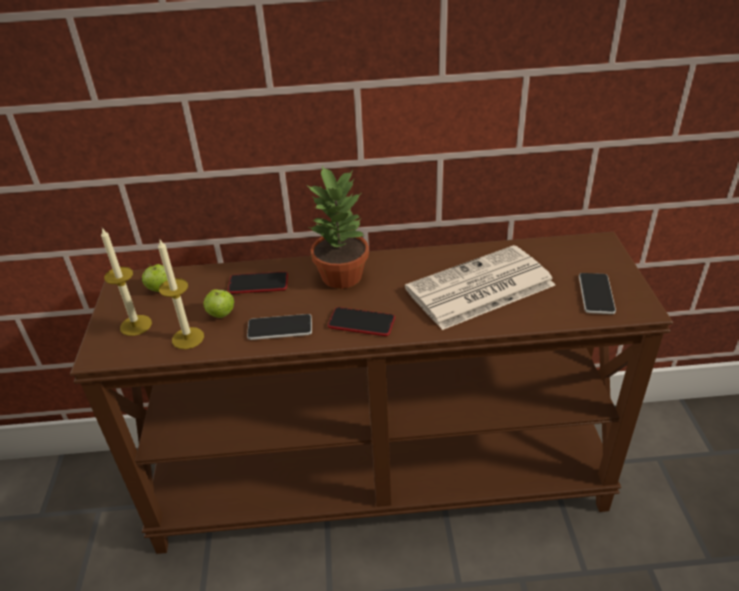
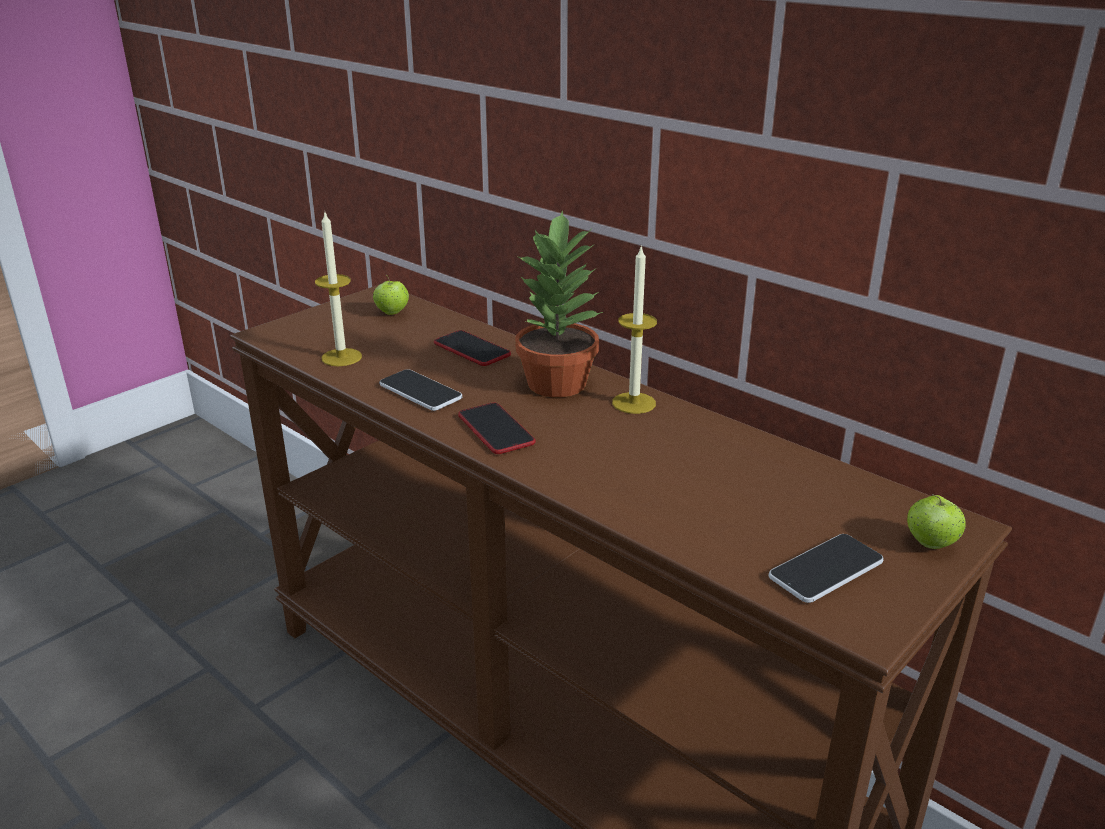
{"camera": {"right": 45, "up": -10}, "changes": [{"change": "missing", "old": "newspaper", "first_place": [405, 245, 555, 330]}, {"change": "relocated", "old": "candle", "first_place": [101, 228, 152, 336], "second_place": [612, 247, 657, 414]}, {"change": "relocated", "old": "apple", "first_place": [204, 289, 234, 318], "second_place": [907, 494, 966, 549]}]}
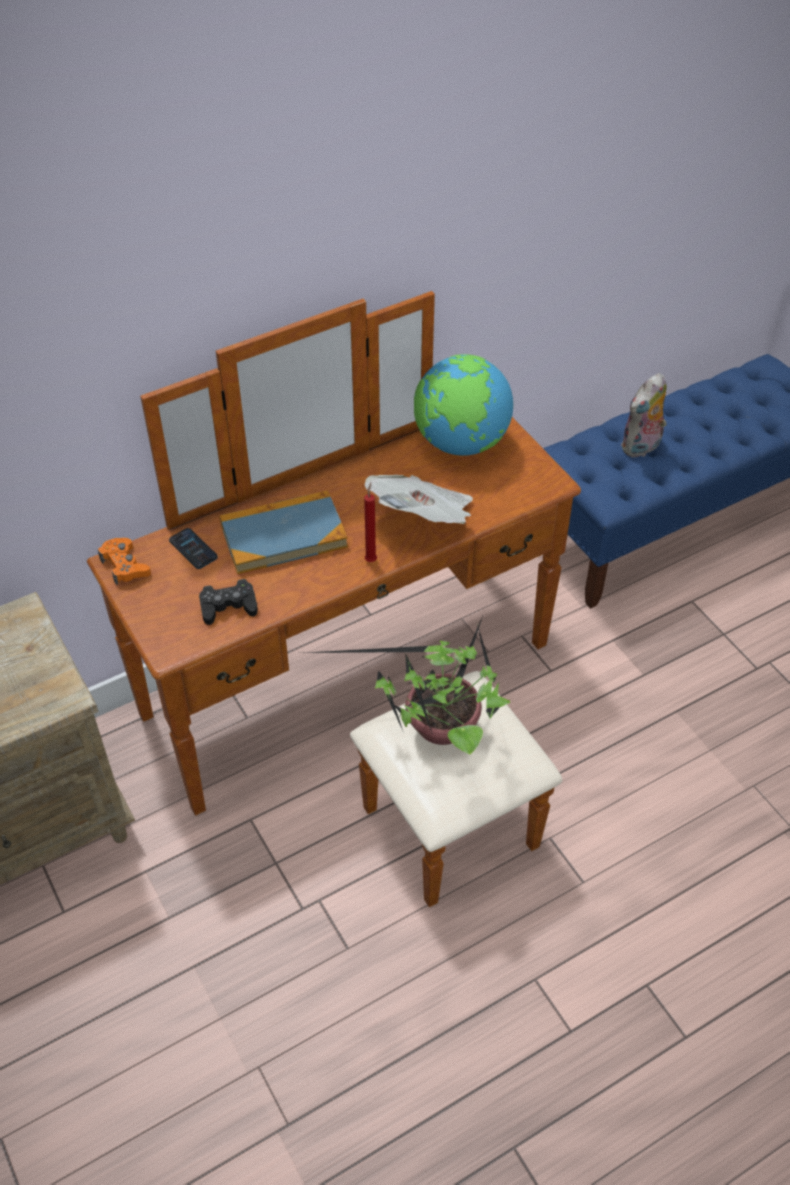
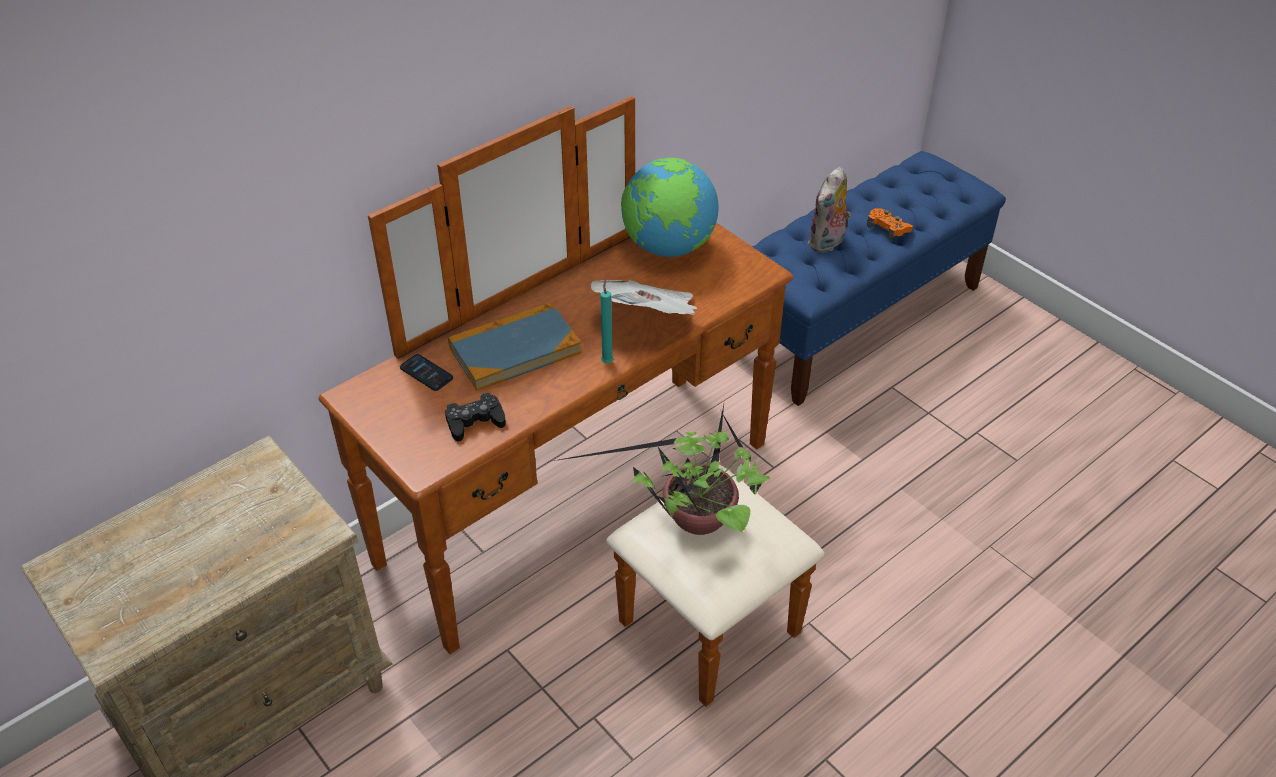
{"camera": {"right": -10, "up": -5}, "changes": [{"change": "relocated", "old": "orange game controller", "first_place": [98, 538, 151, 585], "second_place": [867, 208, 913, 241]}, {"change": "colour", "old": "red candle", "new": "turquoise candle", "first_place": [364, 482, 377, 562], "second_place": [600, 279, 613, 363]}]}
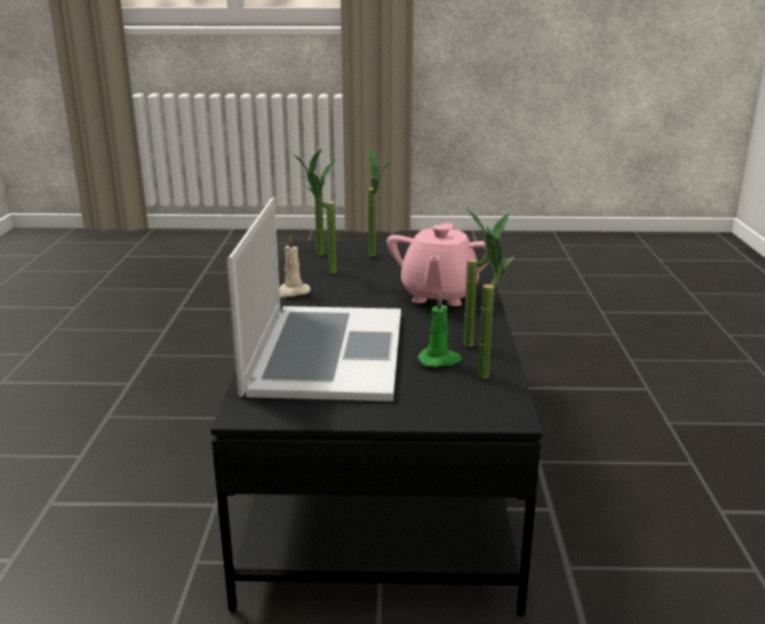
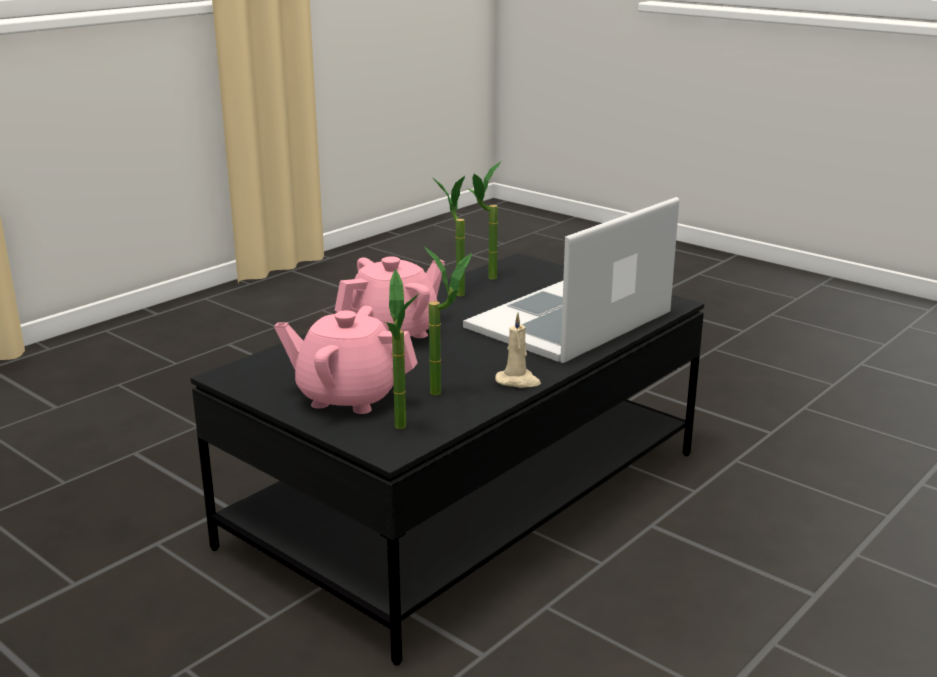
{"camera": {"right": -140, "up": 0}, "changes": [{"change": "missing", "old": "green candle", "first_place": [417, 293, 462, 367]}, {"change": "exchanged", "old": "potted plant", "new": "pink teapot", "first_place": [368, 147, 394, 256], "second_place": [274, 306, 418, 414]}]}
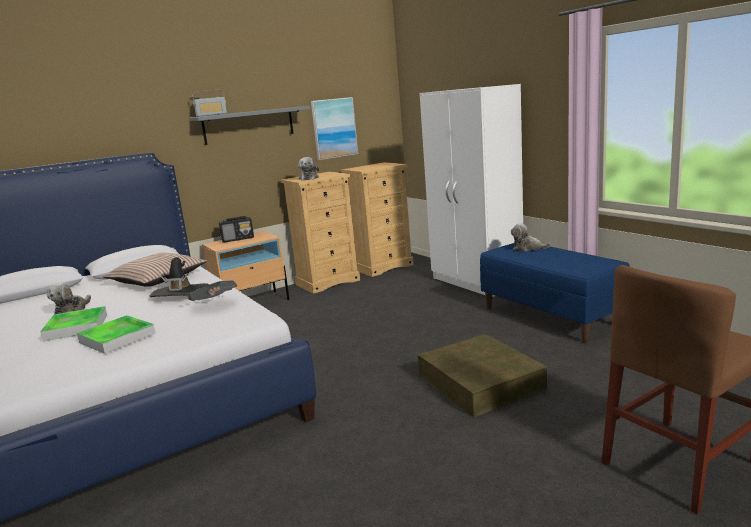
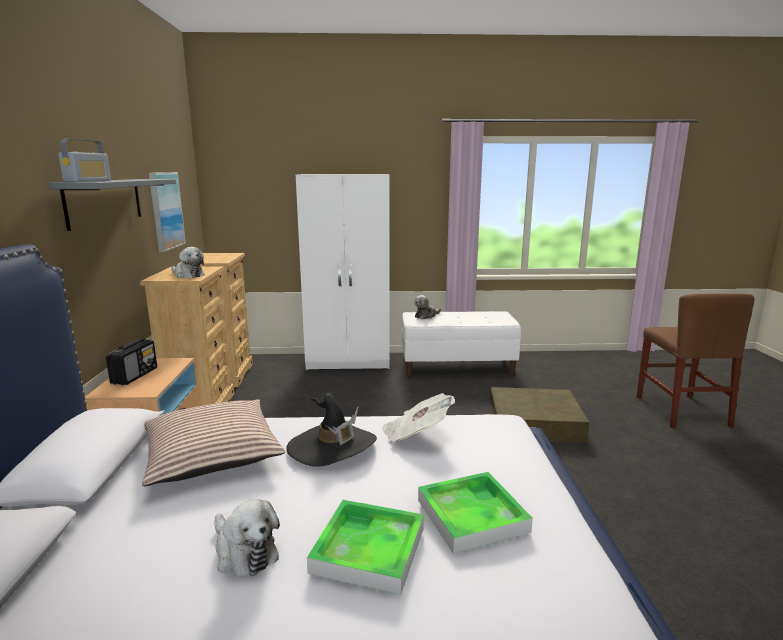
{"camera": {"right": -60, "up": 0}, "changes": [{"change": "colour", "old": "blue bench", "new": "white bench", "first_place": [480, 243, 630, 343], "second_place": [402, 311, 521, 377]}]}
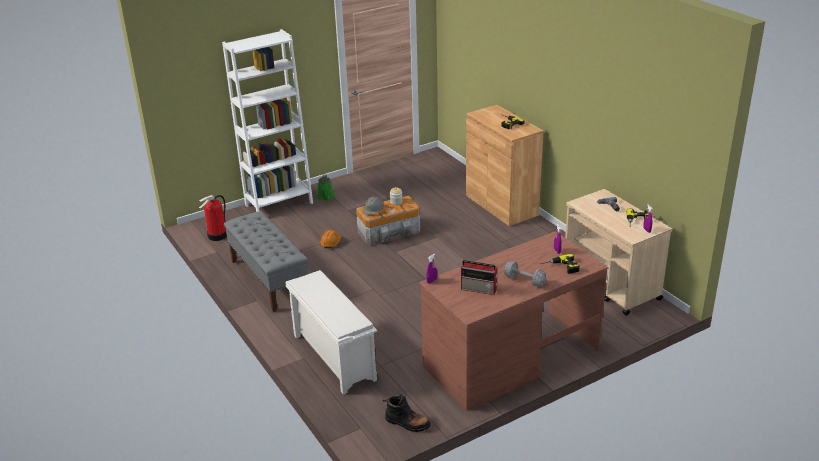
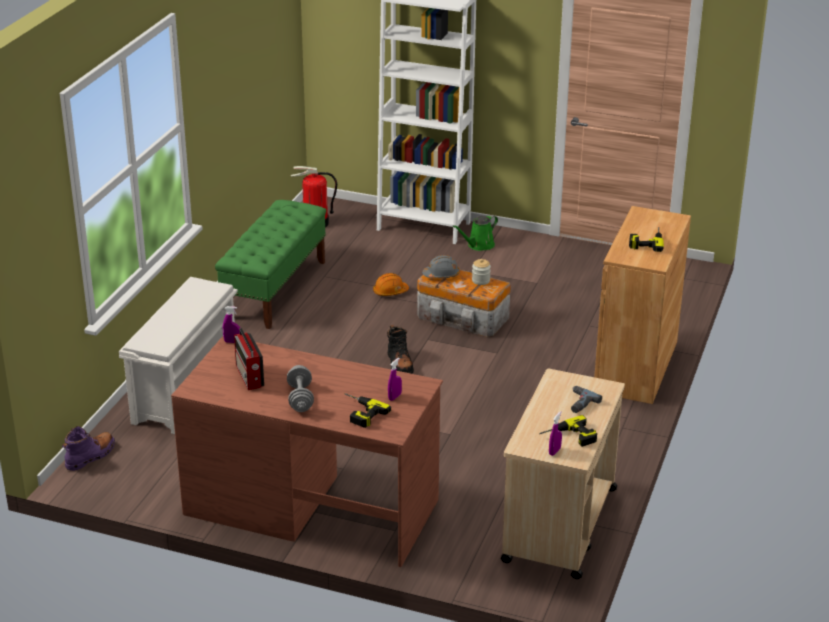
{"camera": {"right": 50, "up": 0}, "changes": [{"change": "appeared", "new": "purple boot", "second_place": [62, 426, 115, 471]}, {"change": "relocated", "old": "black boot", "first_place": [383, 395, 431, 432], "second_place": [387, 325, 414, 374]}, {"change": "colour", "old": "grey bench", "new": "green bench", "first_place": [224, 211, 308, 312], "second_place": [215, 200, 326, 329]}]}
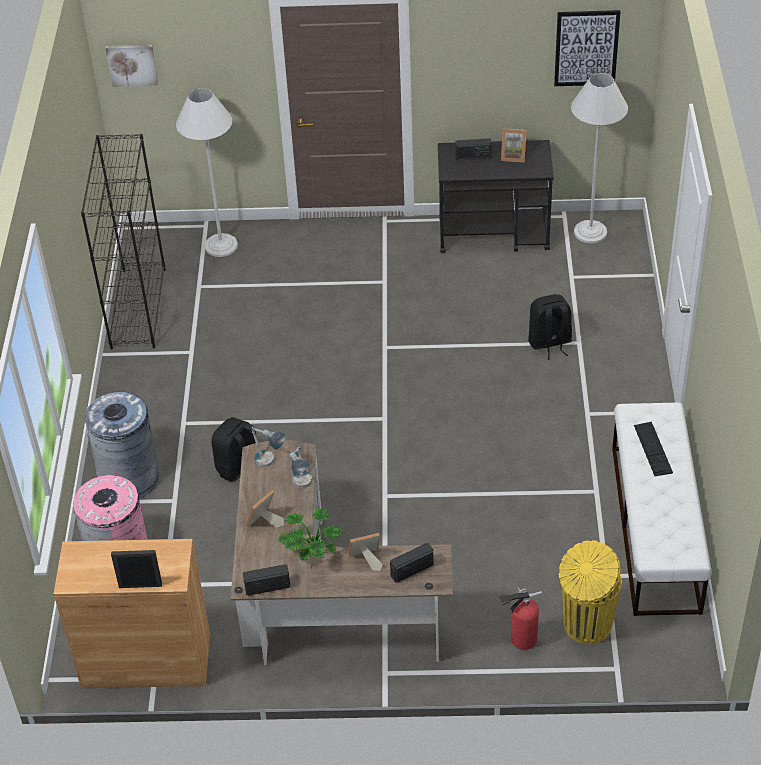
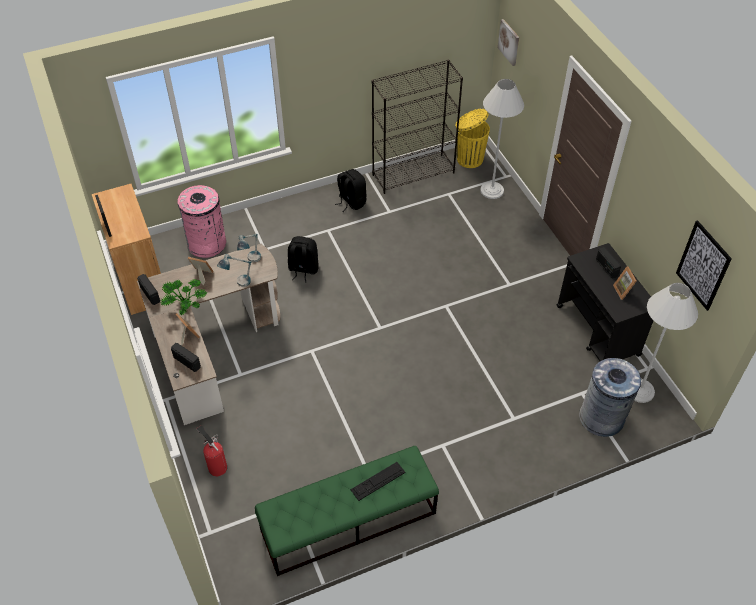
{"camera": {"right": 65, "up": 5}, "changes": [{"change": "relocated", "old": "grey trash can", "first_place": [85, 392, 158, 499], "second_place": [579, 358, 641, 437]}, {"change": "relocated", "old": "black backpack", "first_place": [528, 294, 572, 360], "second_place": [335, 169, 367, 212]}, {"change": "relocated", "old": "yellow trash can", "first_place": [559, 540, 622, 644], "second_place": [455, 109, 490, 168]}, {"change": "colour", "old": "white bench", "new": "green bench", "first_place": [612, 403, 712, 616], "second_place": [255, 446, 439, 576]}]}
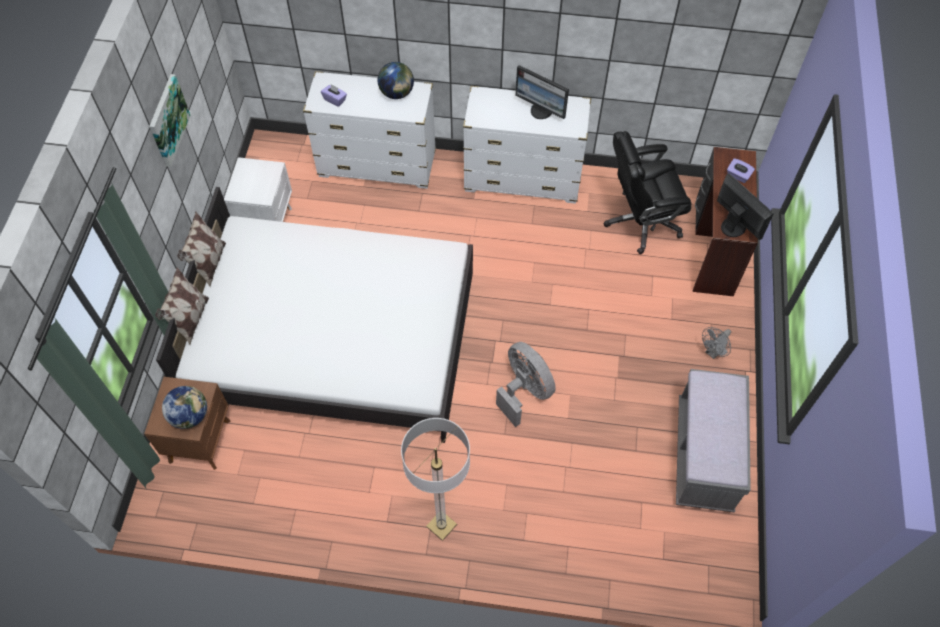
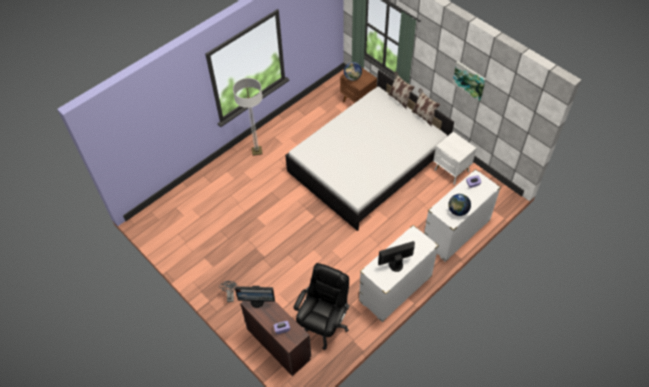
{"camera": {"right": 130, "up": -5}, "changes": [{"change": "missing", "old": "grey fan", "first_place": [496, 342, 556, 427]}, {"change": "missing", "old": "grey bench", "first_place": [676, 369, 751, 513]}]}
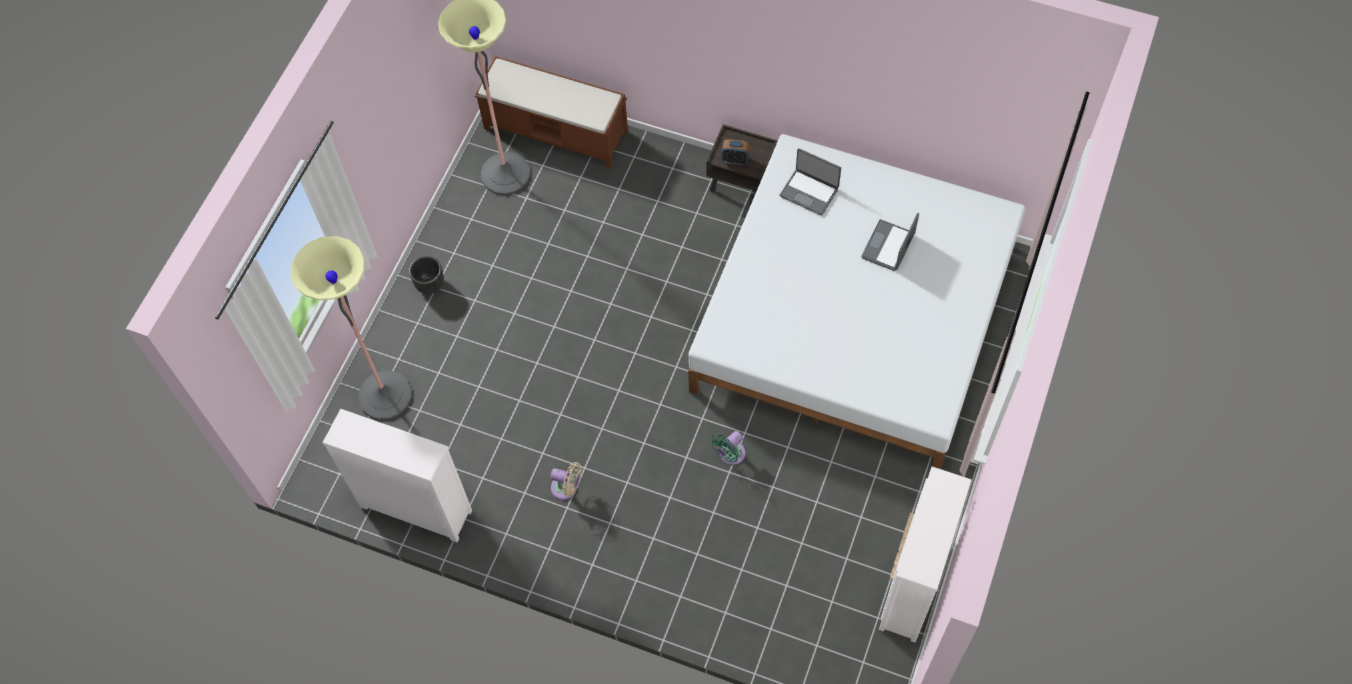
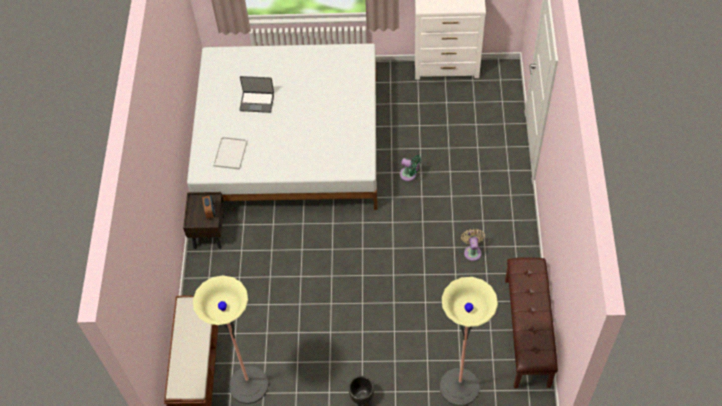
{"camera": {"right": -110, "up": -5}, "changes": [{"change": "exchanged", "old": "white dresser", "new": "brown bench", "first_place": [323, 409, 472, 542], "second_place": [505, 258, 558, 388]}, {"change": "exchanged", "old": "laptop", "new": "white tray", "first_place": [780, 148, 841, 216], "second_place": [213, 137, 247, 169]}]}
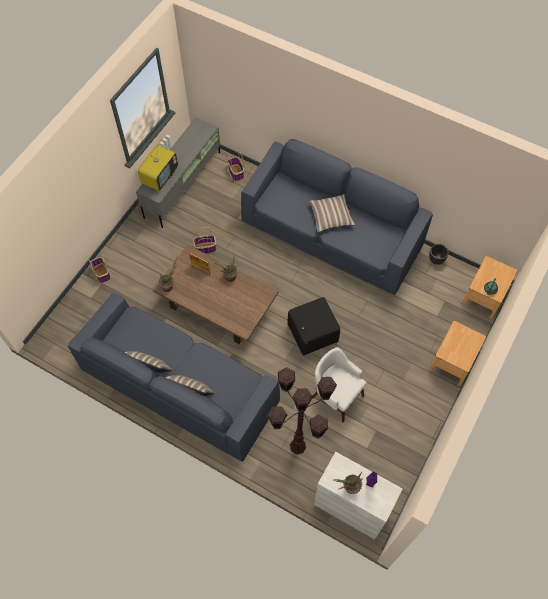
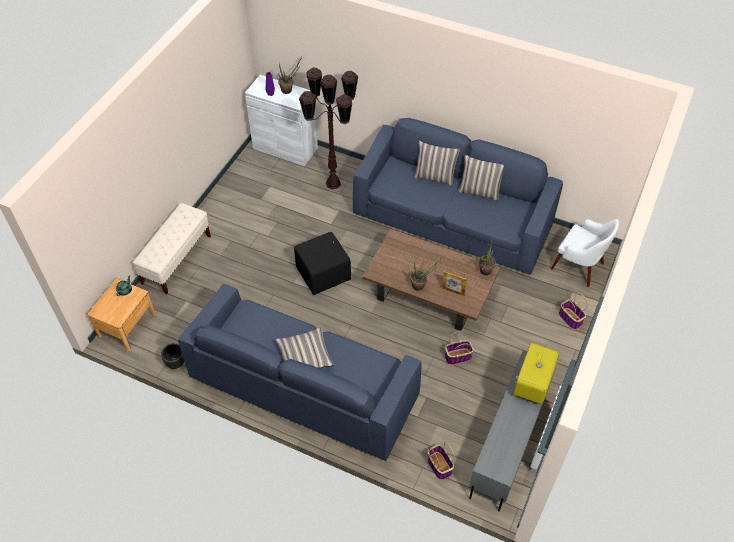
{"camera": {"right": 175, "up": -10}, "changes": [{"change": "relocated", "old": "white armchair", "first_place": [312, 348, 367, 422], "second_place": [551, 219, 619, 287]}, {"change": "exchanged", "old": "brown nightstand", "new": "beige bench", "first_place": [429, 321, 486, 386], "second_place": [132, 203, 211, 294]}]}
